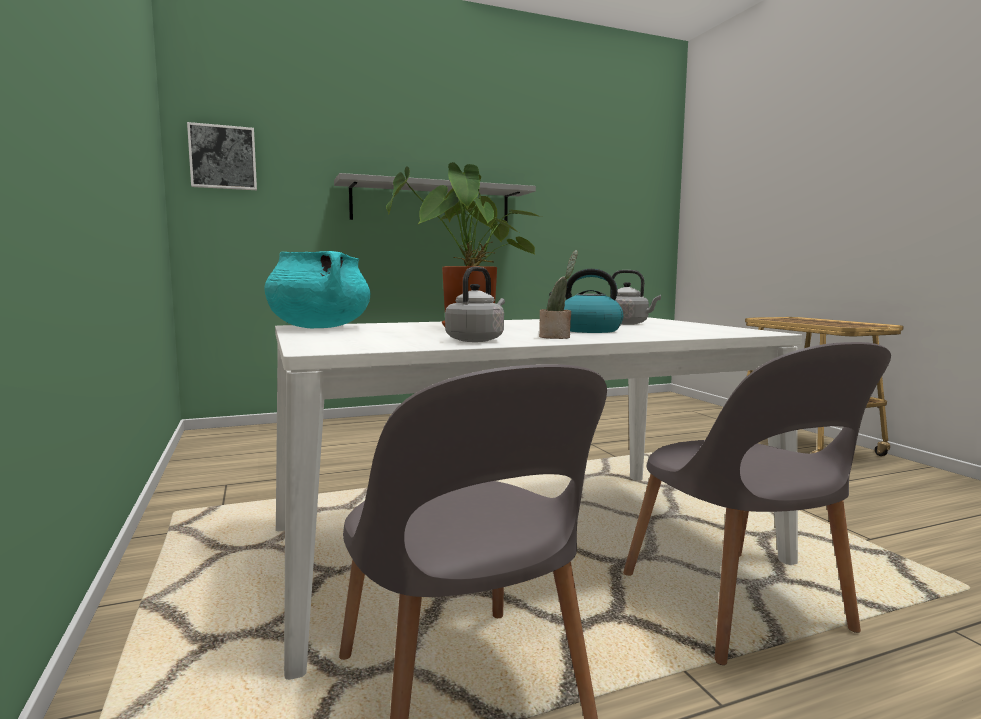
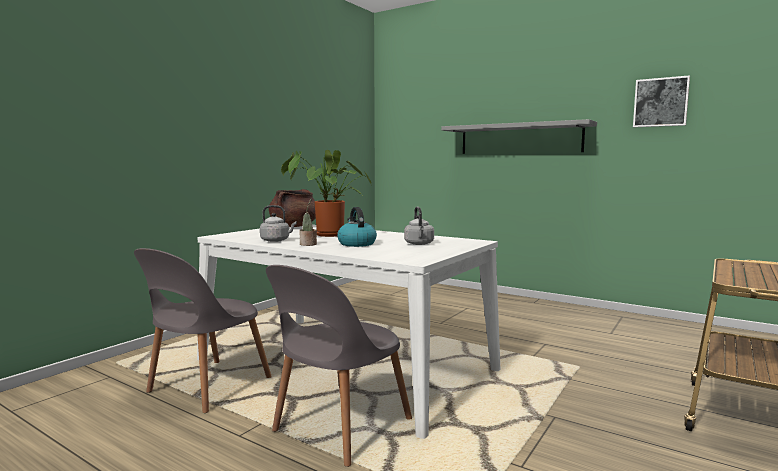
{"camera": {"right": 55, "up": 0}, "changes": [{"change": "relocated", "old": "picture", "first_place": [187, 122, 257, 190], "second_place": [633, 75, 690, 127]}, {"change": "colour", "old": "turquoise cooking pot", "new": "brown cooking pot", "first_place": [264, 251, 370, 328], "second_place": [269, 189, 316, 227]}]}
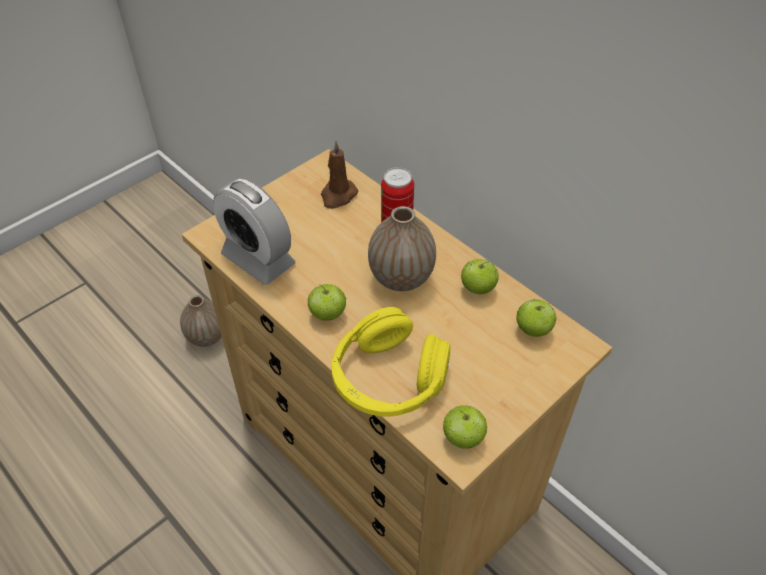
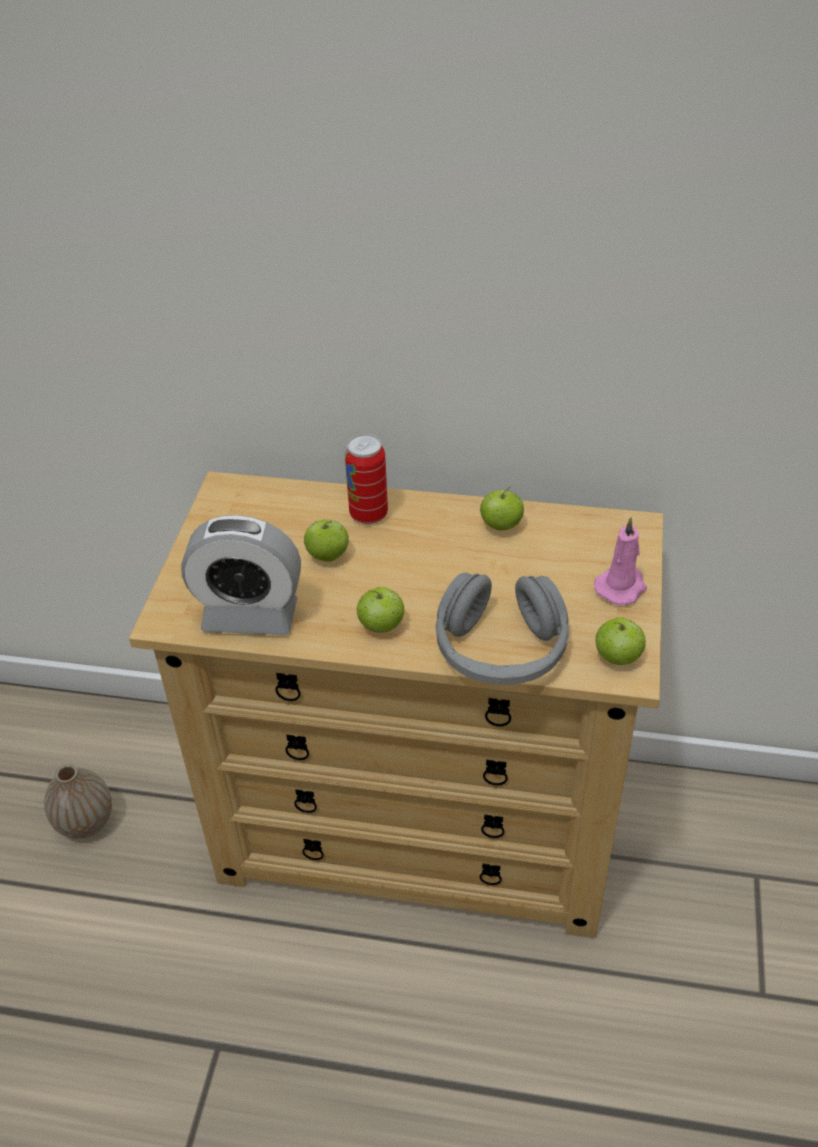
{"camera": {"right": -35, "up": -5}, "changes": [{"change": "missing", "old": "brown candle", "first_place": [321, 141, 358, 209]}, {"change": "missing", "old": "vase", "first_place": [368, 206, 436, 291]}, {"change": "appeared", "new": "pink candle", "second_place": [594, 517, 647, 606]}, {"change": "relocated", "old": "apple", "first_place": [516, 299, 556, 337], "second_place": [304, 520, 349, 562]}, {"change": "colour", "old": "yellow headphones", "new": "grey headphones", "first_place": [331, 307, 450, 416], "second_place": [436, 573, 569, 685]}]}
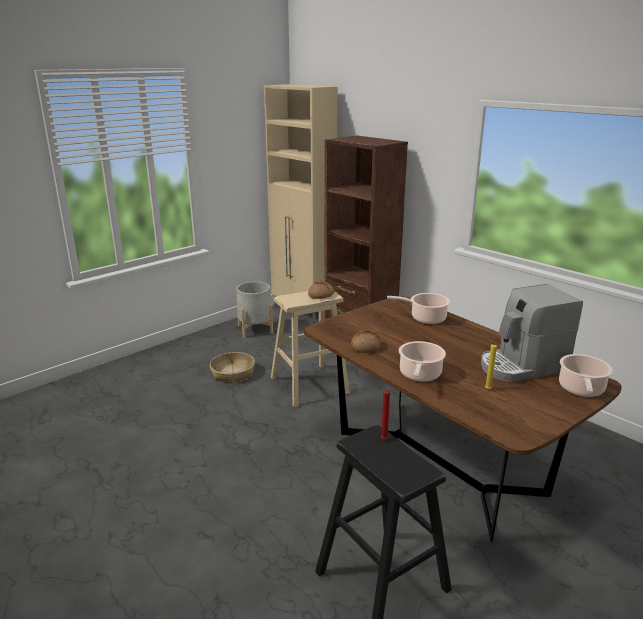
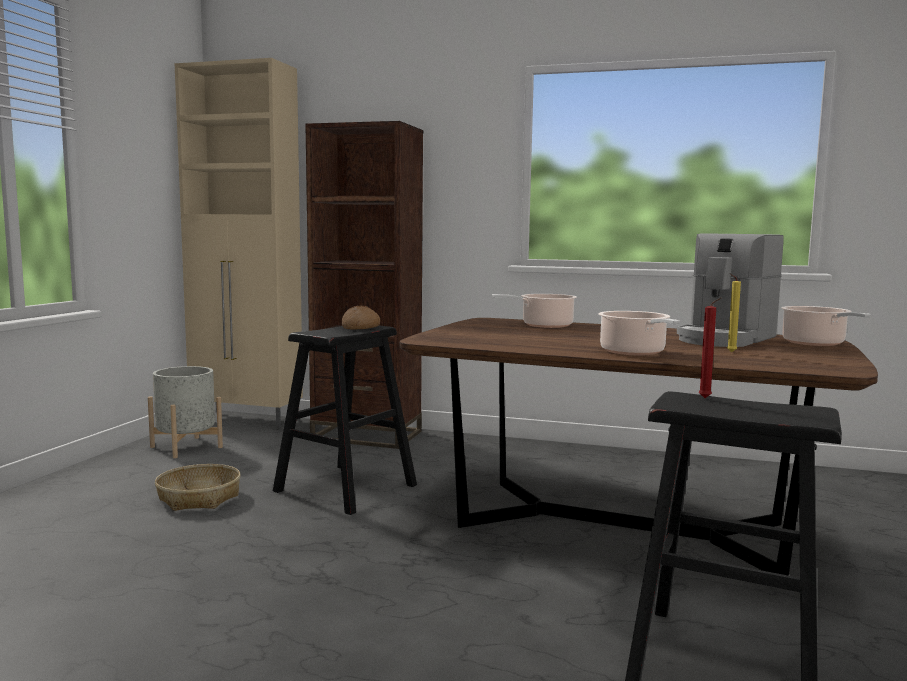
{"camera": {"right": -30, "up": -15}, "changes": [{"change": "missing", "old": "bread", "first_place": [351, 329, 381, 353]}, {"change": "colour", "old": "beige stool", "new": "black stool", "first_place": [271, 291, 350, 408], "second_place": [273, 325, 417, 515]}]}
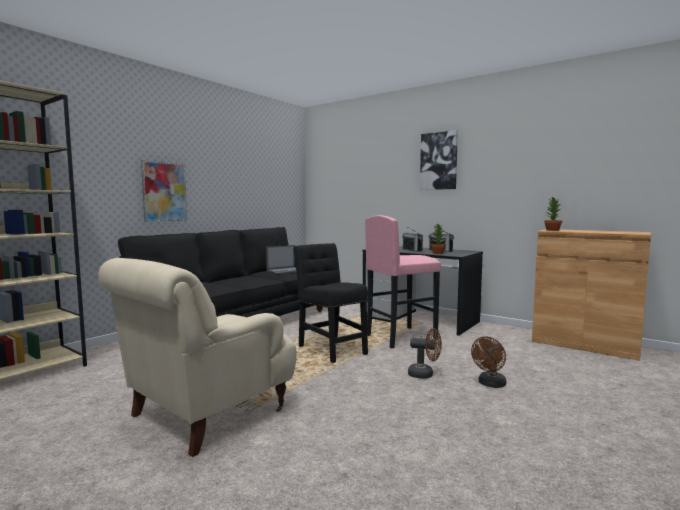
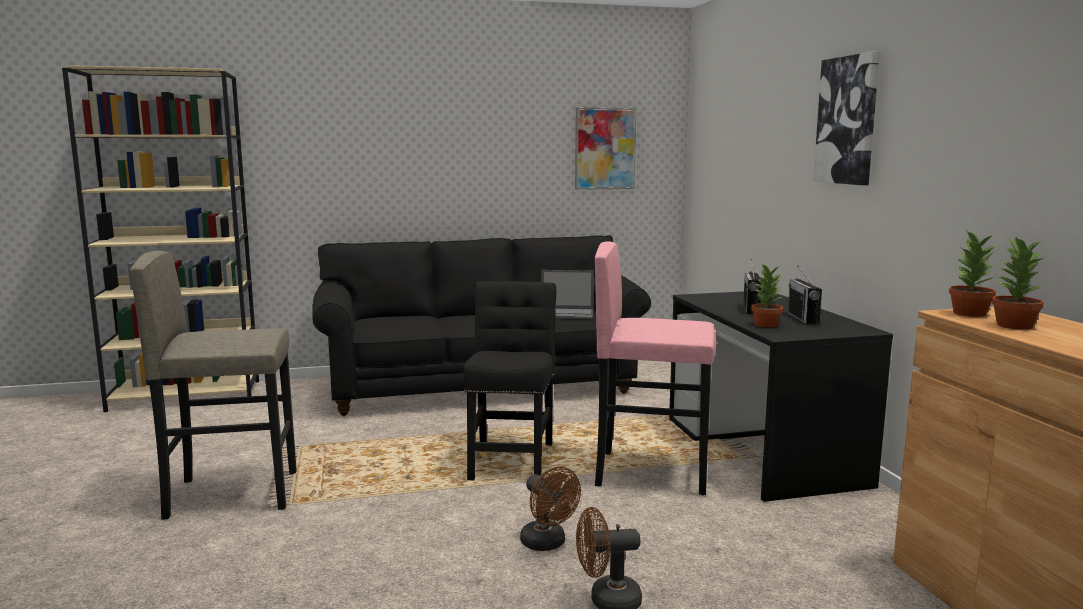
{"camera": {"right": 40, "up": 5}, "changes": [{"change": "appeared", "new": "potted plant", "second_place": [992, 237, 1044, 330]}, {"change": "relocated", "old": "picture", "first_place": [141, 160, 187, 222], "second_place": [575, 108, 637, 190]}, {"change": "exchanged", "old": "beige armchair", "new": "grey stool", "first_place": [98, 258, 297, 457], "second_place": [130, 251, 297, 520]}]}
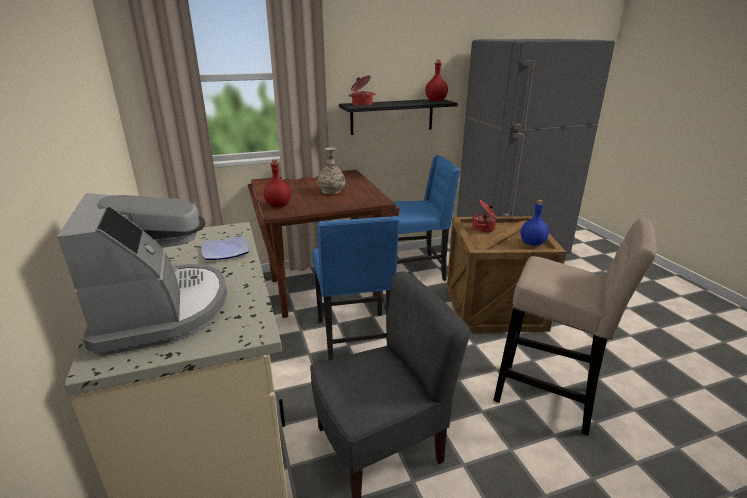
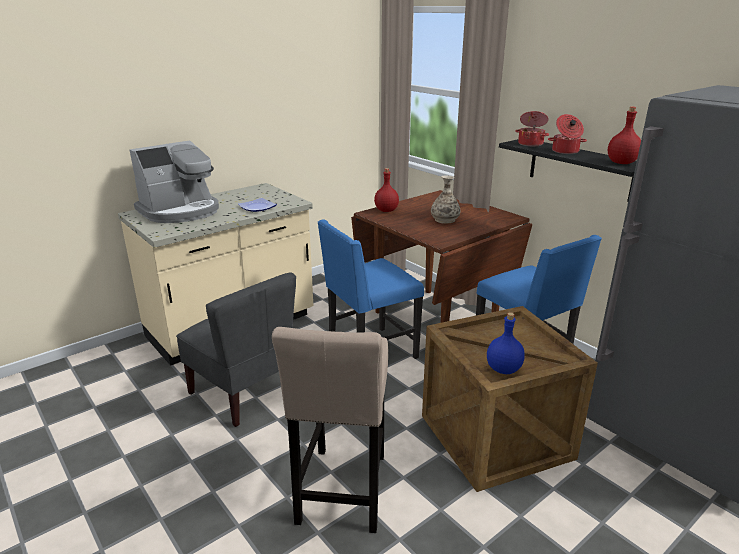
{"camera": {"right": 70, "up": 0}, "changes": [{"change": "relocated", "old": "cooking pot", "first_place": [472, 200, 496, 233], "second_place": [548, 114, 587, 154]}]}
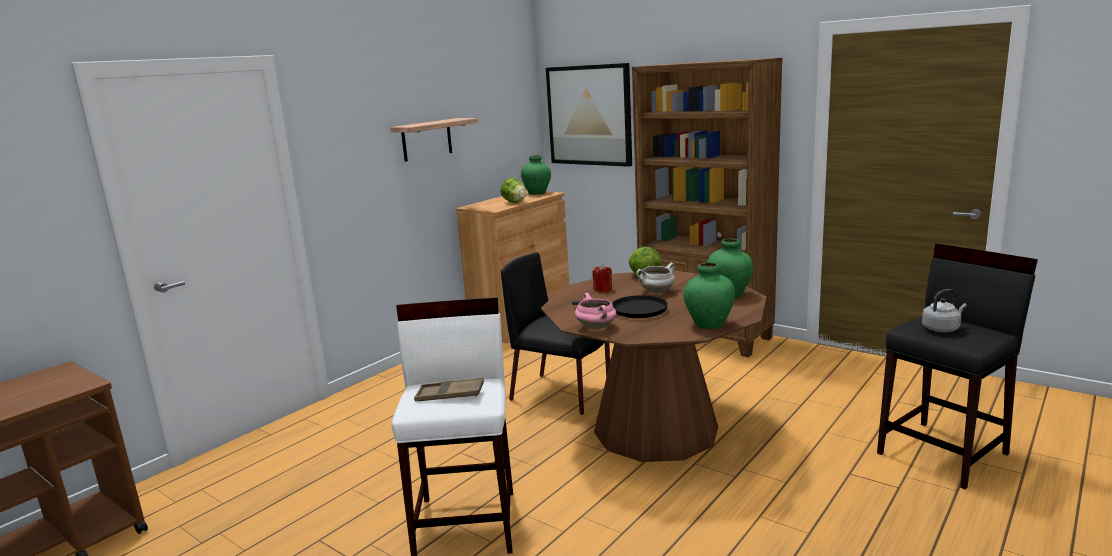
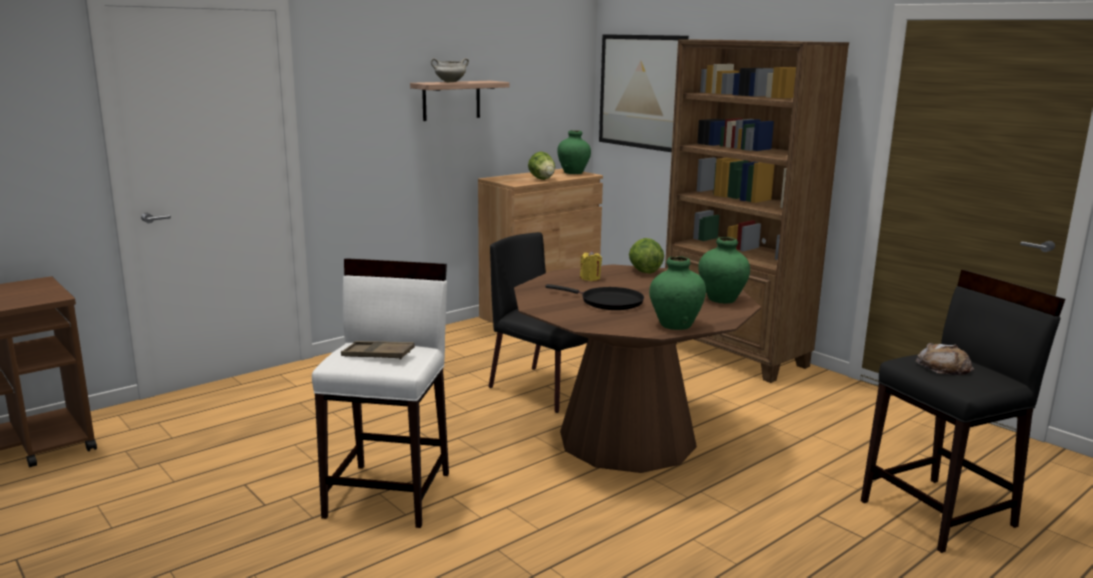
{"camera": {"right": 10, "up": 0}, "changes": [{"change": "missing", "old": "pink cooking pot", "first_place": [575, 293, 616, 330]}, {"change": "relocated", "old": "white cooking pot", "first_place": [636, 263, 675, 294], "second_place": [431, 58, 469, 82]}, {"change": "exchanged", "old": "grey kettle", "new": "bread", "first_place": [922, 289, 967, 332], "second_place": [916, 343, 974, 375]}, {"change": "colour", "old": "red candle", "new": "yellow candle", "first_place": [593, 264, 612, 292], "second_place": [580, 250, 602, 281]}]}
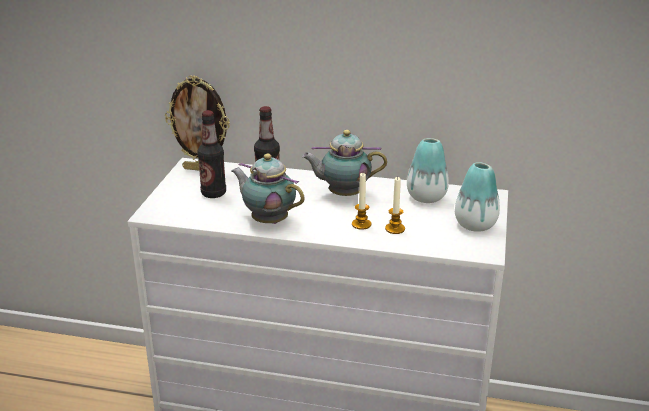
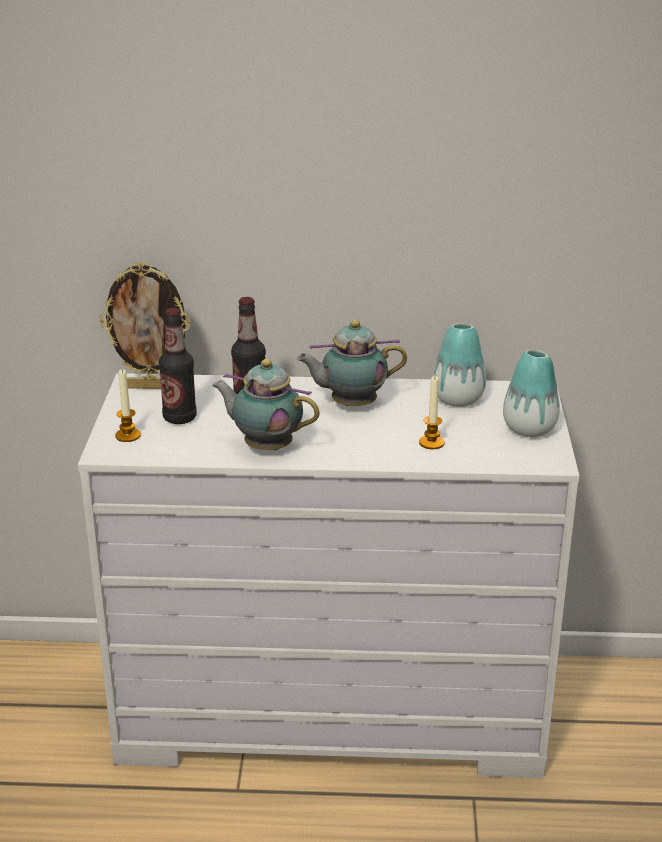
{"camera": {"right": -10, "up": 0}, "changes": [{"change": "relocated", "old": "candle", "first_place": [352, 173, 371, 230], "second_place": [115, 369, 141, 442]}]}
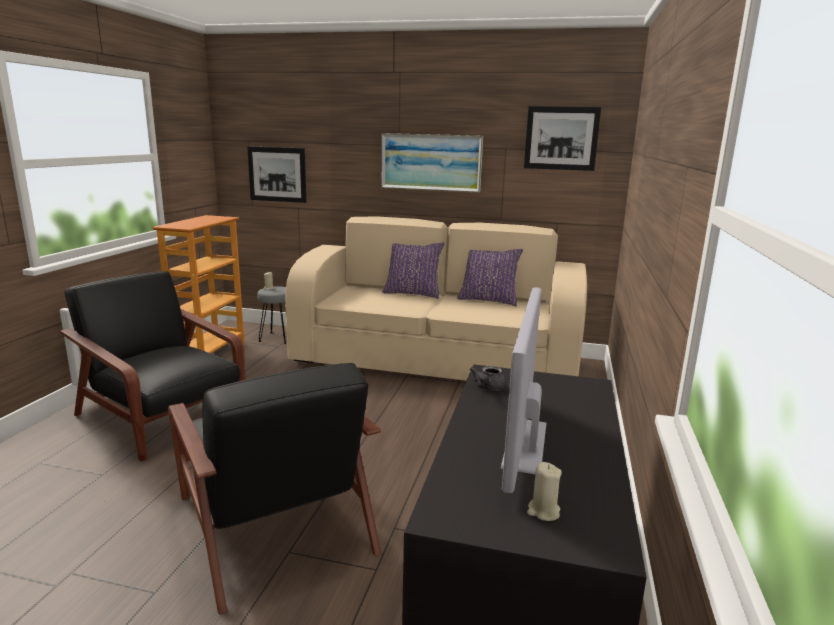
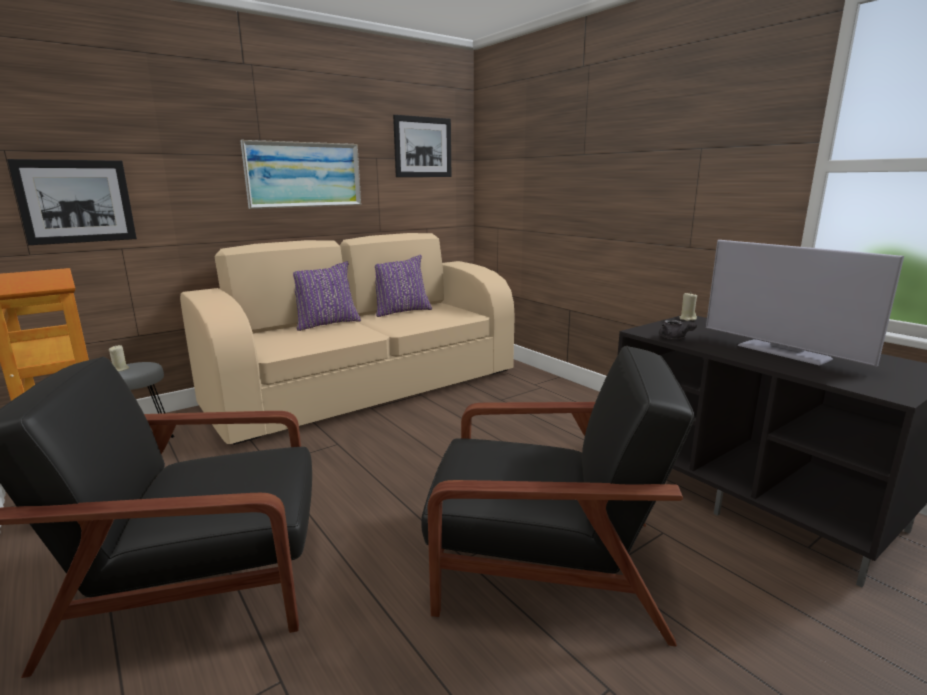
{"camera": {"right": -50, "up": 0}, "changes": [{"change": "relocated", "old": "beige candle", "first_place": [527, 462, 562, 521], "second_place": [679, 293, 697, 321]}]}
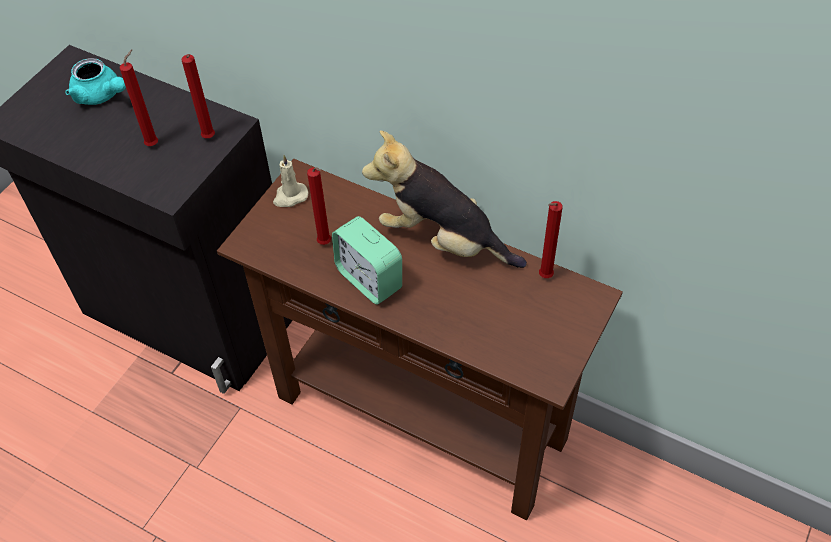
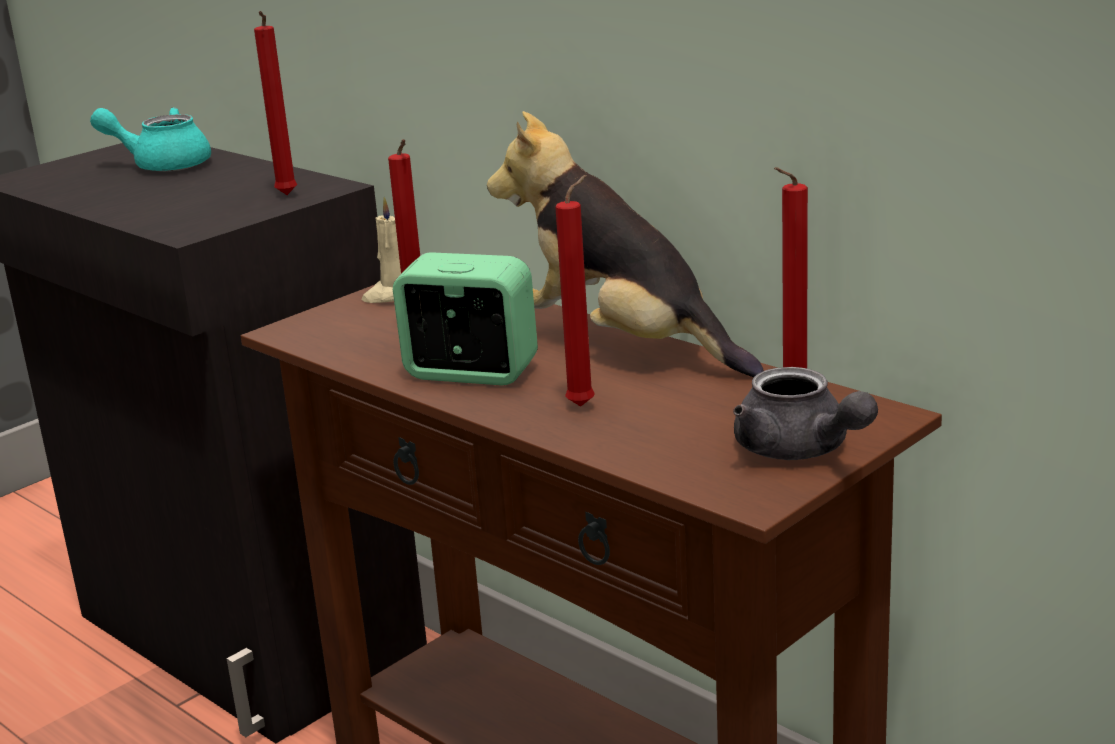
{"camera": {"right": 15, "up": -30}, "changes": [{"change": "appeared", "new": "grey teapot", "second_place": [733, 367, 878, 460]}, {"change": "relocated", "old": "red candle", "first_place": [120, 49, 158, 146], "second_place": [555, 175, 595, 406]}, {"change": "spun", "old": "turquoise teapot", "first_place": [65, 58, 126, 105], "second_place": [90, 107, 211, 172], "degrees": 135}, {"change": "spun", "old": "alarm clock", "first_place": [332, 216, 402, 305], "second_place": [393, 252, 538, 386], "degrees": 135}]}
